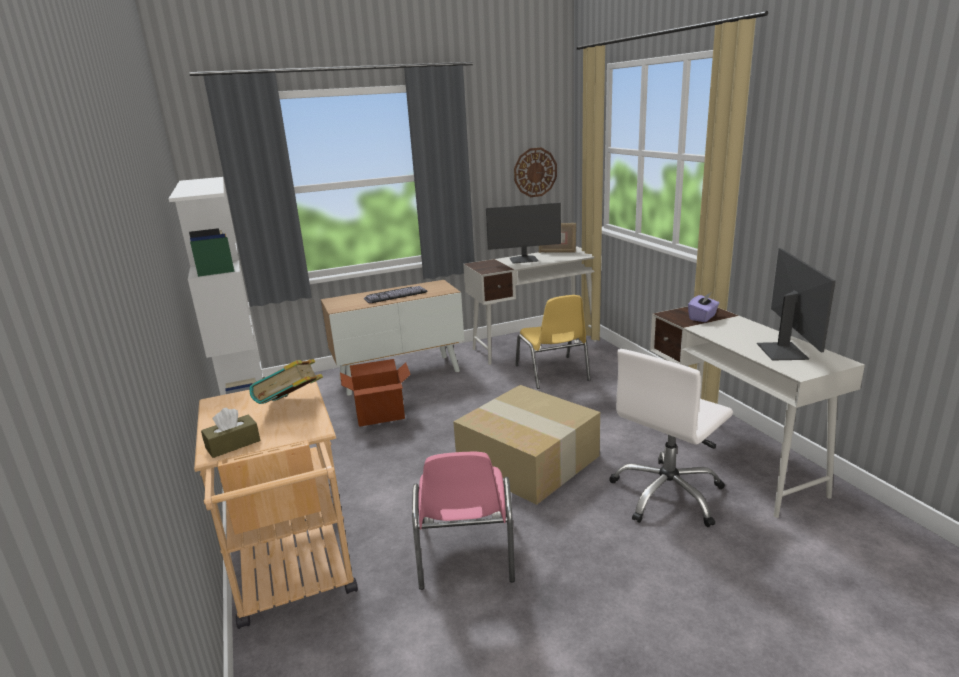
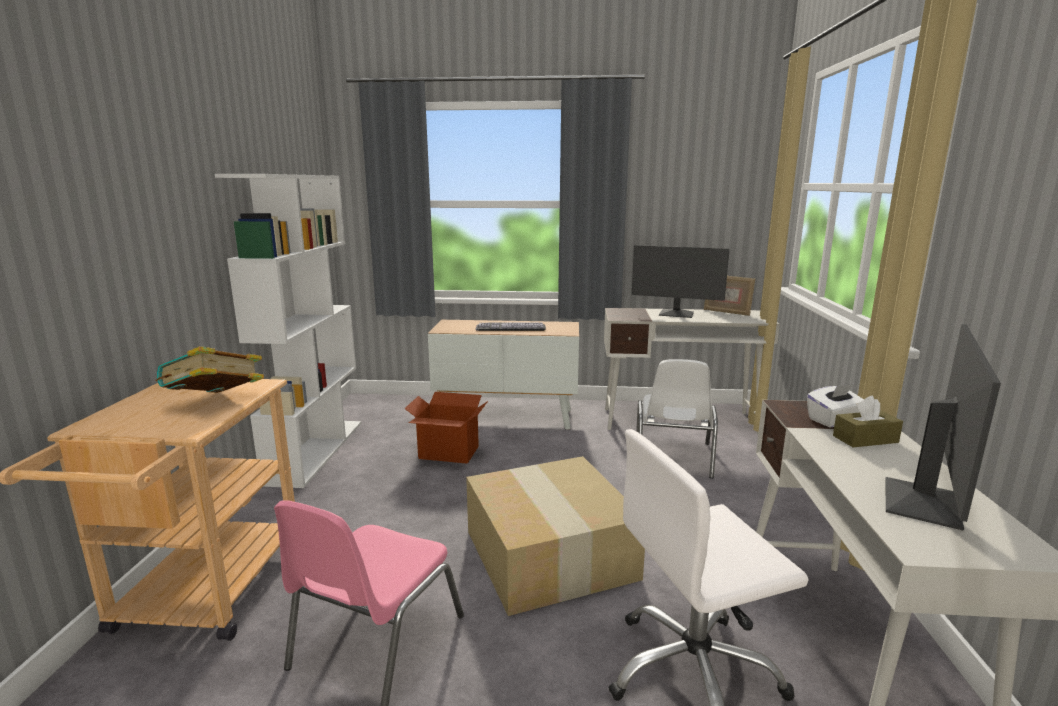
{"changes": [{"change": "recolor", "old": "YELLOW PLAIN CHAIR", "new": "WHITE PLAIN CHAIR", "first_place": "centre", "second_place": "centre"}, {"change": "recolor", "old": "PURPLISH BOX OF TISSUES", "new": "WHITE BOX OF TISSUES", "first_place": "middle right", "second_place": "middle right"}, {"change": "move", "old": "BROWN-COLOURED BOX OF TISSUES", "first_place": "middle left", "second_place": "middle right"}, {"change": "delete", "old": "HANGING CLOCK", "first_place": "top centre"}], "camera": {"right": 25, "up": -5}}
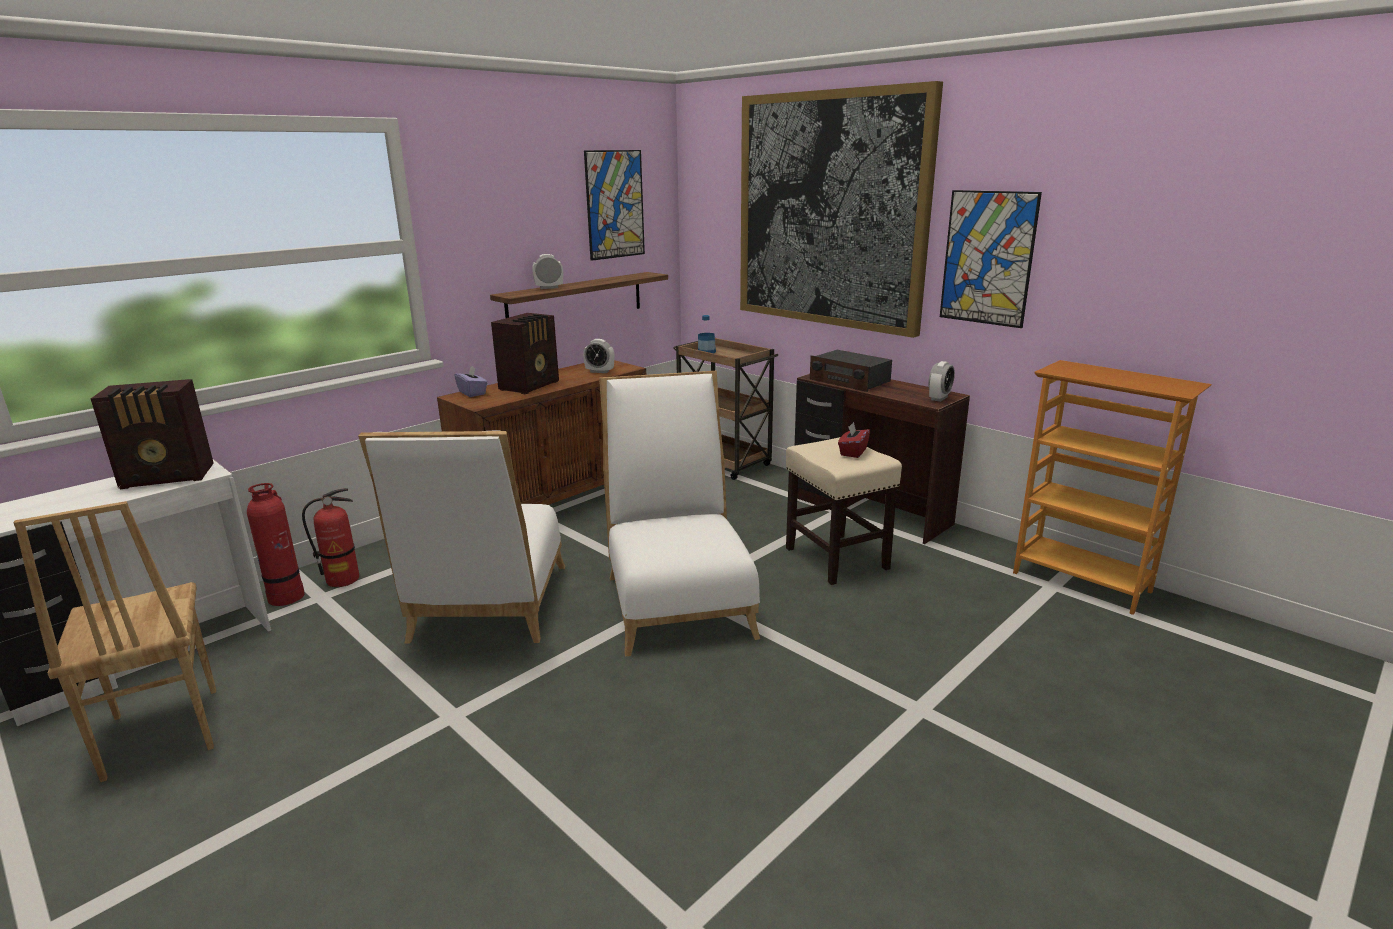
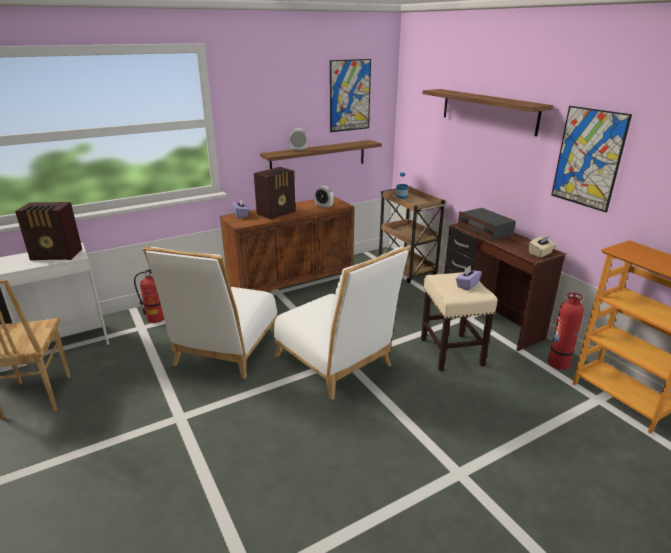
{"changes": [{"change": "rotate", "old": "WHITE PLAIN CHAIR (2nd from left)", "first_place": "centre", "second_place": "centre", "degrees": 135}, {"change": "replace", "old": "PICTURE (2nd from left)", "new": "SHELF (2nd from left)", "first_place": "top centre", "second_place": "top right"}, {"change": "recolor", "old": "RED-COLOURED BOX OF TISSUES", "new": "PURPLISH BOX OF TISSUES (2nd from left)", "first_place": "centre", "second_place": "middle right"}, {"change": "replace", "old": "BEDSIDE CLOCK (3rd from left)", "new": "BEIGE BOX OF TISSUES", "first_place": "middle right", "second_place": "middle right"}, {"change": "move", "old": "EXTINGUISHER (1st from left in the first image)", "new": "EXTINGUISHER (2nd from left)", "first_place": "middle left", "second_place": "middle right"}], "camera": {"right": 15, "up": 5}}
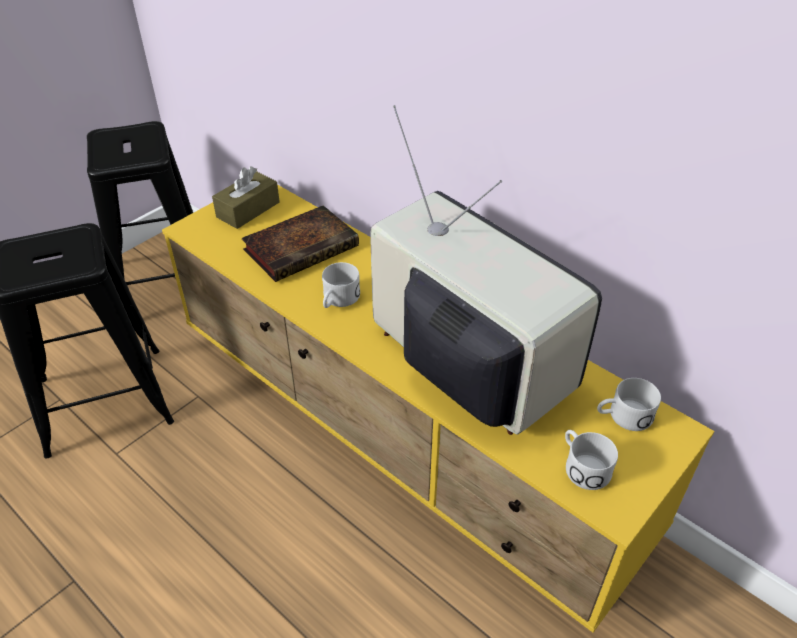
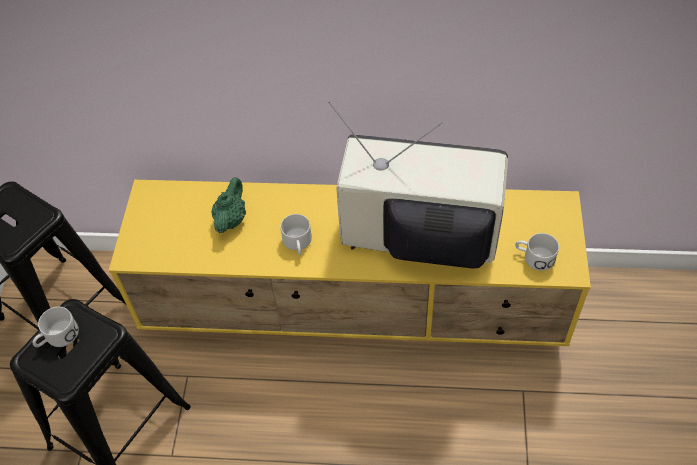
{"changes": [{"change": "move", "old": "WHITE COFFEE MUG (3rd from left in the first image)", "new": "WHITE COFFEE MUG (1st from left)", "first_place": "middle right", "second_place": "bottom left"}, {"change": "replace", "old": "BOUND BOOK", "new": "GREEN TEAPOT", "first_place": "centre", "second_place": "middle left"}, {"change": "delete", "old": "BROWN-COLOURED BOX OF TISSUES", "first_place": "top left"}], "camera": {"right": -35, "up": 10}}
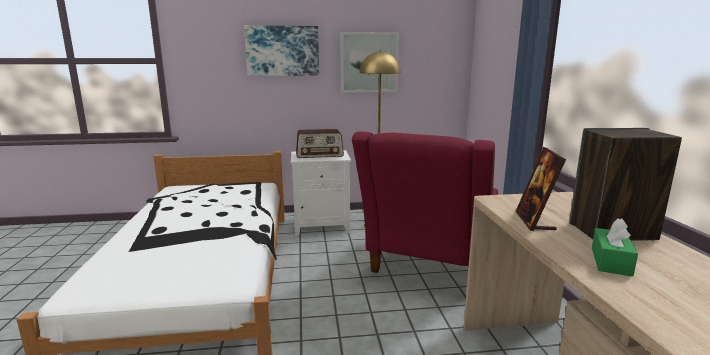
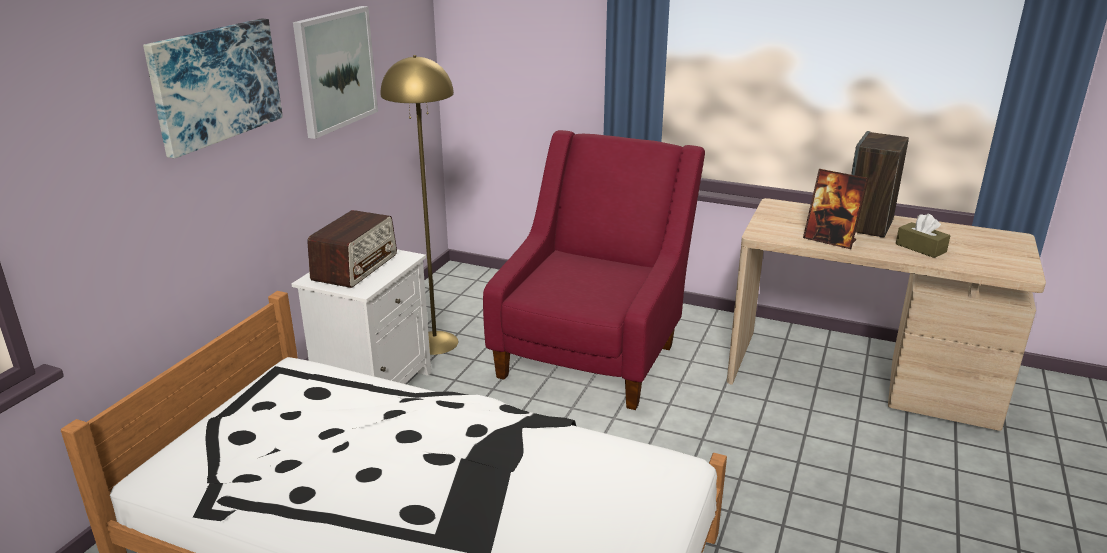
{"changes": [{"change": "rotate", "old": "RED-COLOURED EASY CHAIR", "first_place": "centre", "second_place": "centre", "degrees": -120}, {"change": "recolor", "old": "GREEN BOX OF TISSUES", "new": "BROWN-COLOURED BOX OF TISSUES", "first_place": "bottom right", "second_place": "middle right"}], "camera": {"right": -60, "up": 10}}
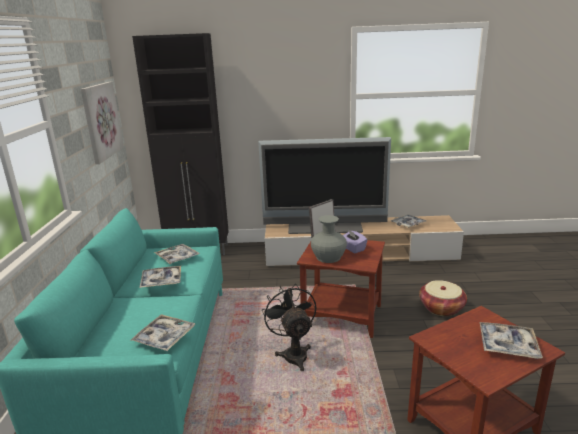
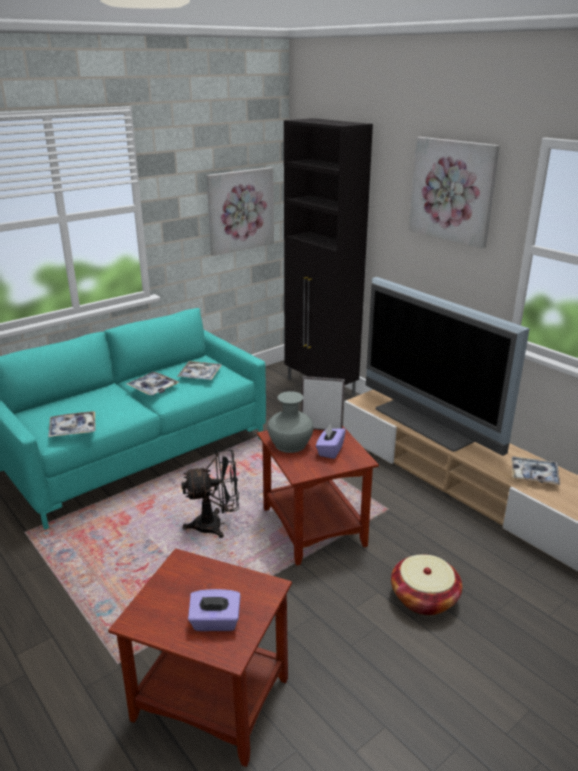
{"changes": [{"change": "rotate", "old": "BLACKISH COOLING FAN", "first_place": "bottom centre", "second_place": "centre", "degrees": 45}, {"change": "replace", "old": "SERVING TRAY (5th from left)", "new": "PURPLISH BOX OF TISSUES (1st from left)", "first_place": "bottom right", "second_place": "bottom centre"}, {"change": "insert", "new": "PICTURE (2nd from left)", "second_place": "top right"}], "camera": {"right": 50, "up": 5}}
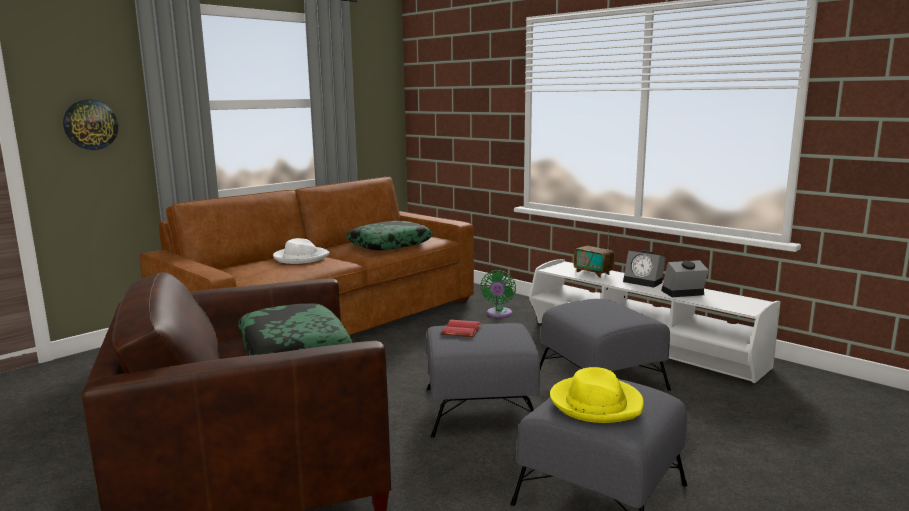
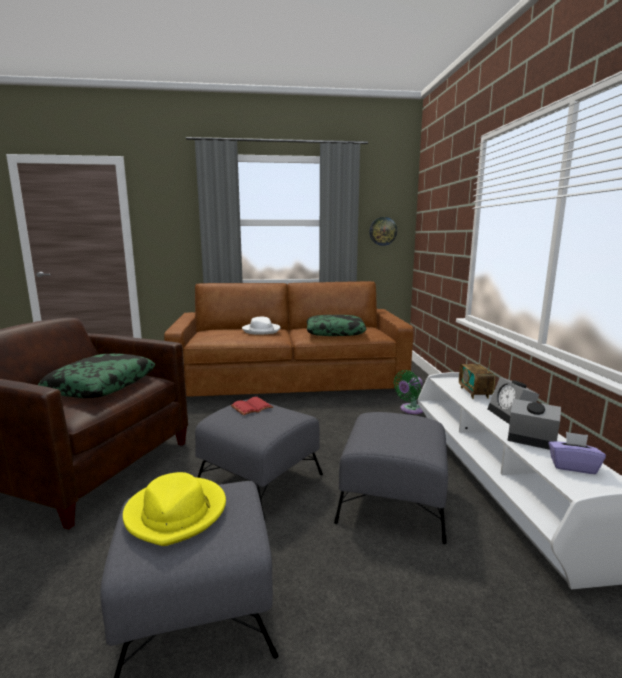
{"changes": [{"change": "move", "old": "HANGING CLOCK", "first_place": "top left", "second_place": "centre"}, {"change": "insert", "new": "PURPLISH BOX OF TISSUES", "second_place": "bottom right"}], "camera": {"right": 40, "up": 0}}
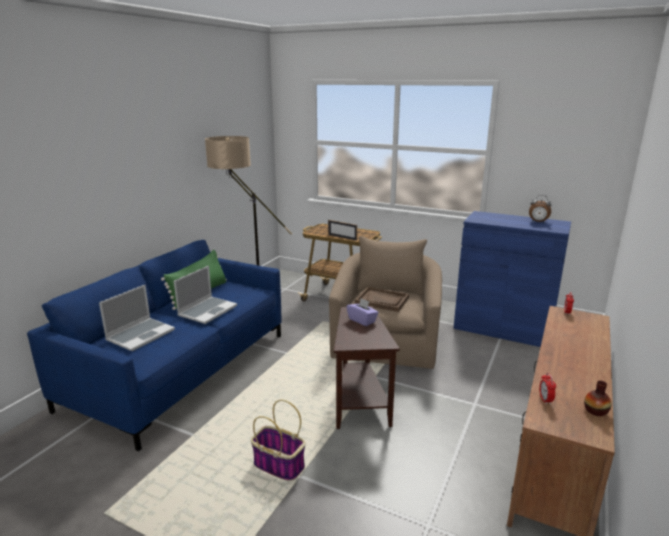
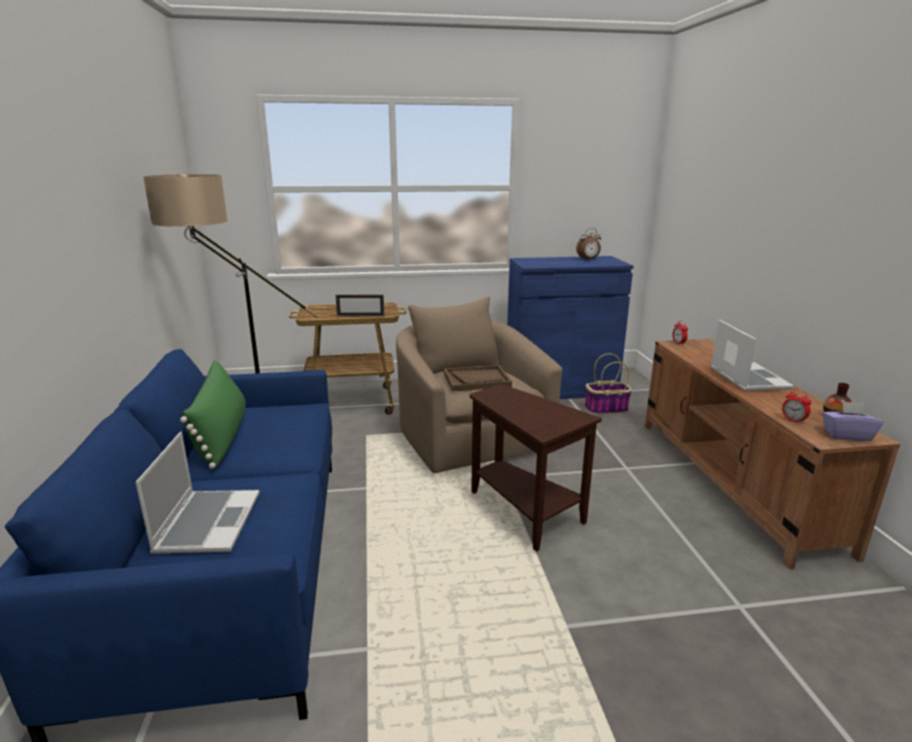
{"changes": [{"change": "move", "old": "HOUSEHOLD BASKET", "first_place": "bottom centre", "second_place": "middle right"}, {"change": "move", "old": "PORTABLE COMPUTER (2nd from left)", "first_place": "middle left", "second_place": "middle right"}, {"change": "move", "old": "PURPLISH BOX OF TISSUES", "first_place": "centre", "second_place": "middle right"}], "camera": {"right": -35, "up": 0}}
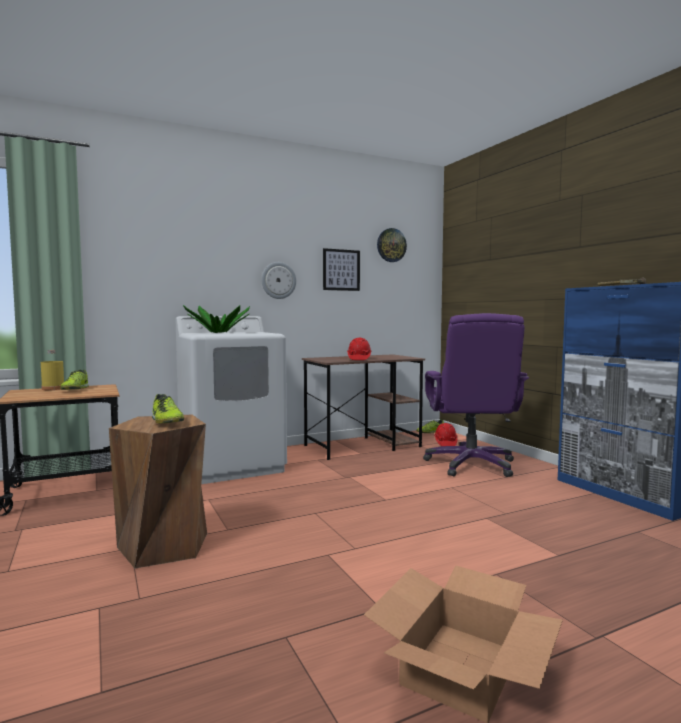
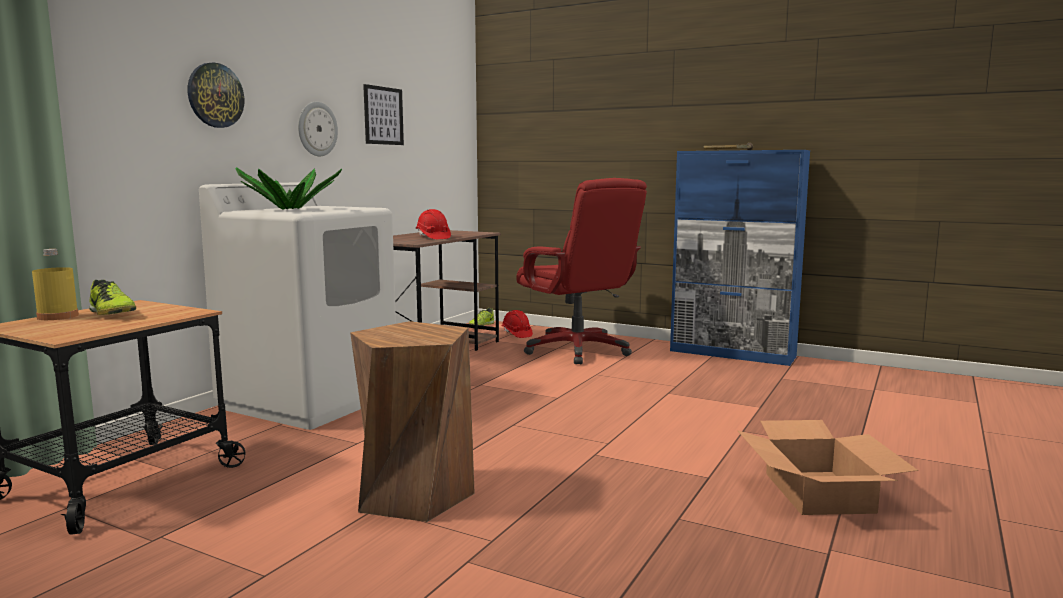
{"changes": [{"change": "move", "old": "HANGING CLOCK (2nd from left in the first image)", "new": "HANGING CLOCK (1st from left)", "first_place": "centre", "second_place": "top left"}, {"change": "recolor", "old": "PURPLISH DESK CHAIR", "new": "RED-COLOURED DESK CHAIR", "first_place": "middle right", "second_place": "centre"}, {"change": "delete", "old": "LOW SHOE (2nd from left)", "first_place": "middle left"}], "camera": {"right": -35, "up": 5}}
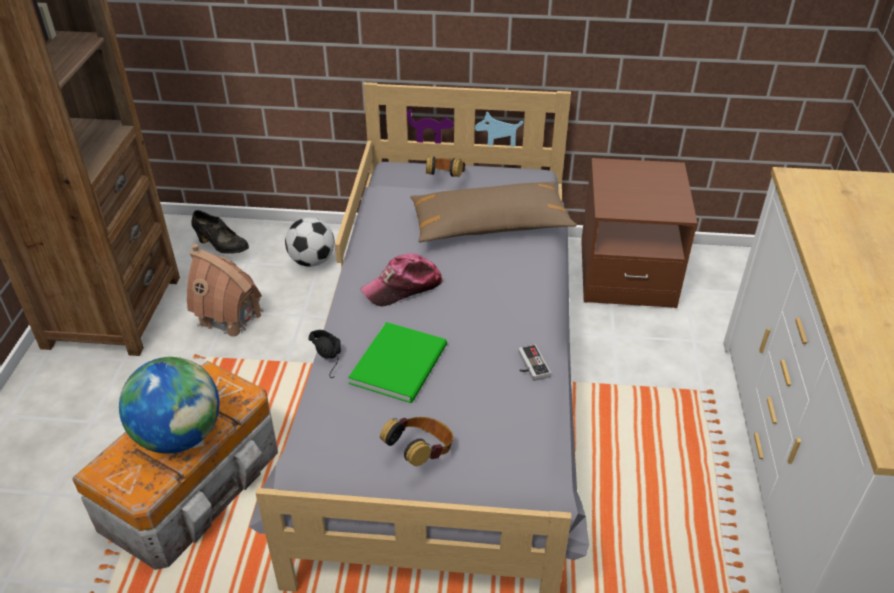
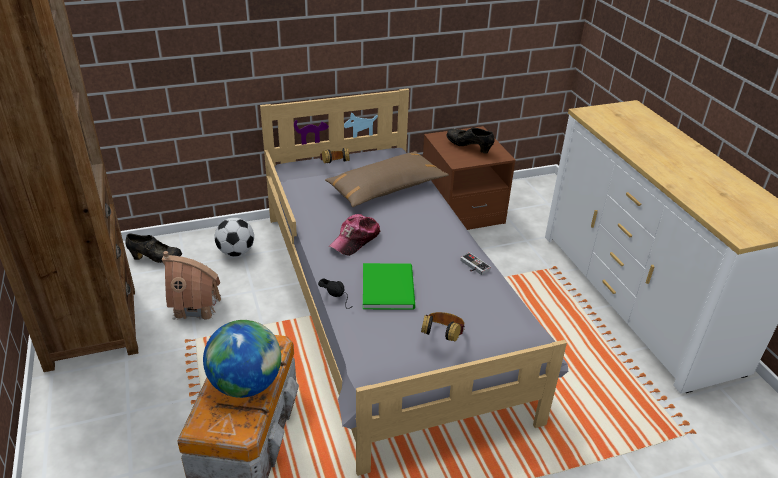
{"changes": [{"change": "insert", "new": "BLACKISH LOW SHOE (2nd from left)", "second_place": "top centre"}], "camera": {"right": -25, "up": -5}}
